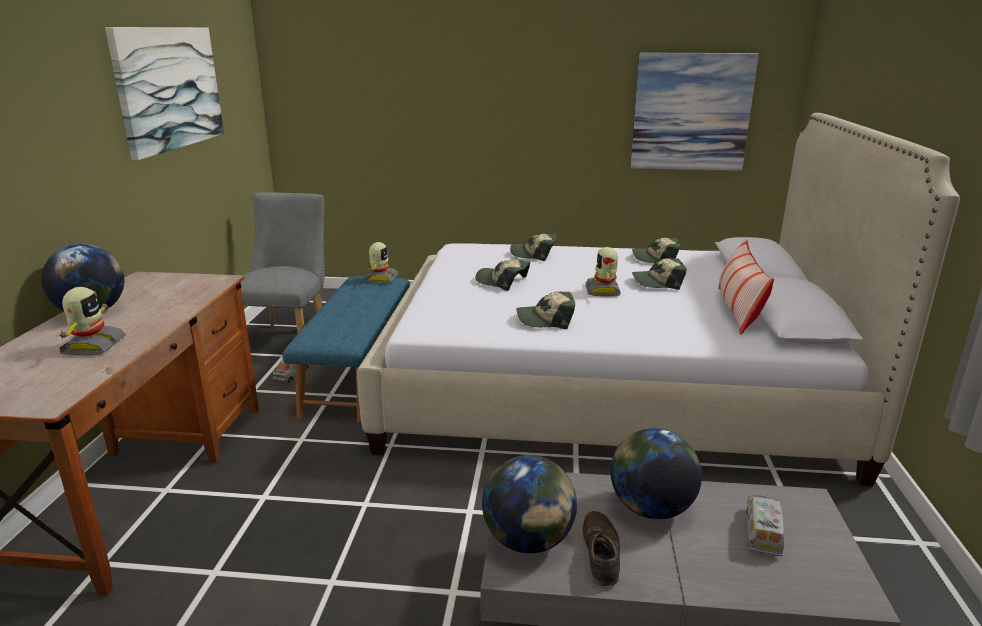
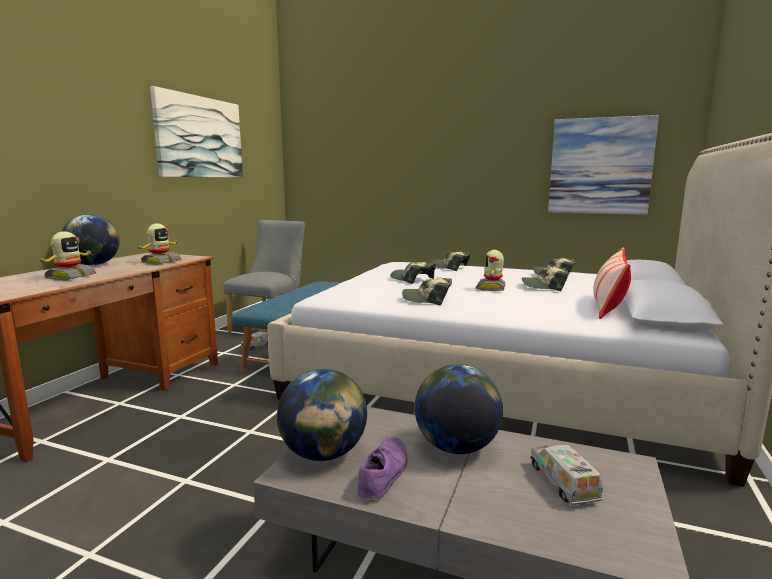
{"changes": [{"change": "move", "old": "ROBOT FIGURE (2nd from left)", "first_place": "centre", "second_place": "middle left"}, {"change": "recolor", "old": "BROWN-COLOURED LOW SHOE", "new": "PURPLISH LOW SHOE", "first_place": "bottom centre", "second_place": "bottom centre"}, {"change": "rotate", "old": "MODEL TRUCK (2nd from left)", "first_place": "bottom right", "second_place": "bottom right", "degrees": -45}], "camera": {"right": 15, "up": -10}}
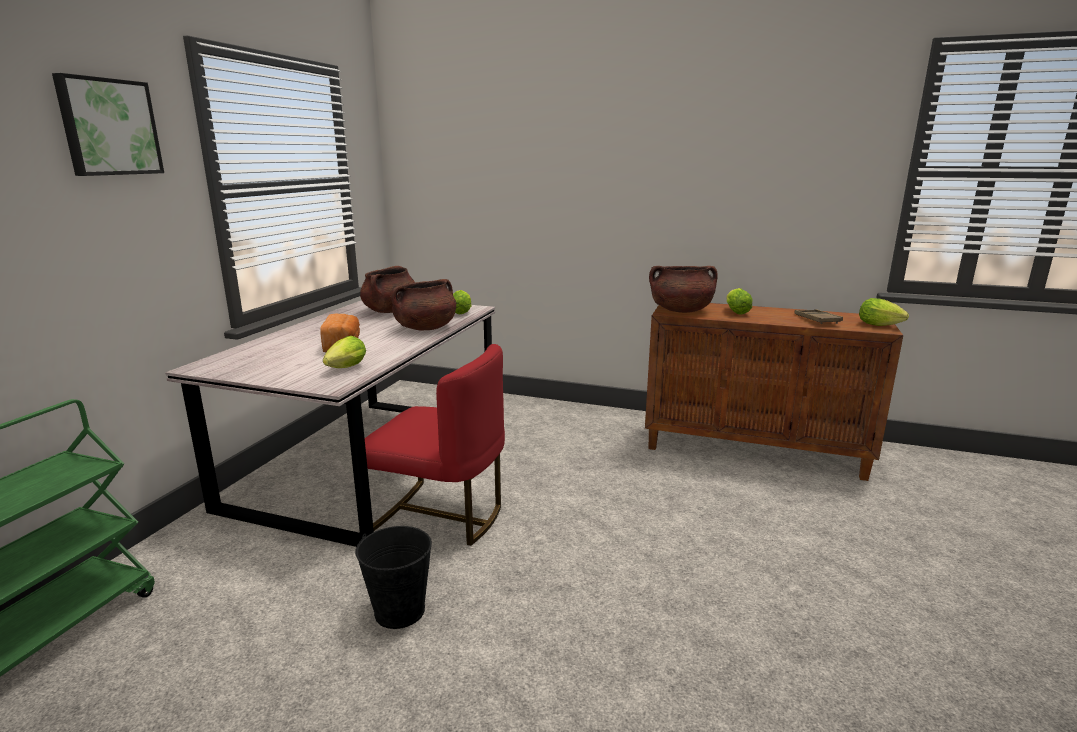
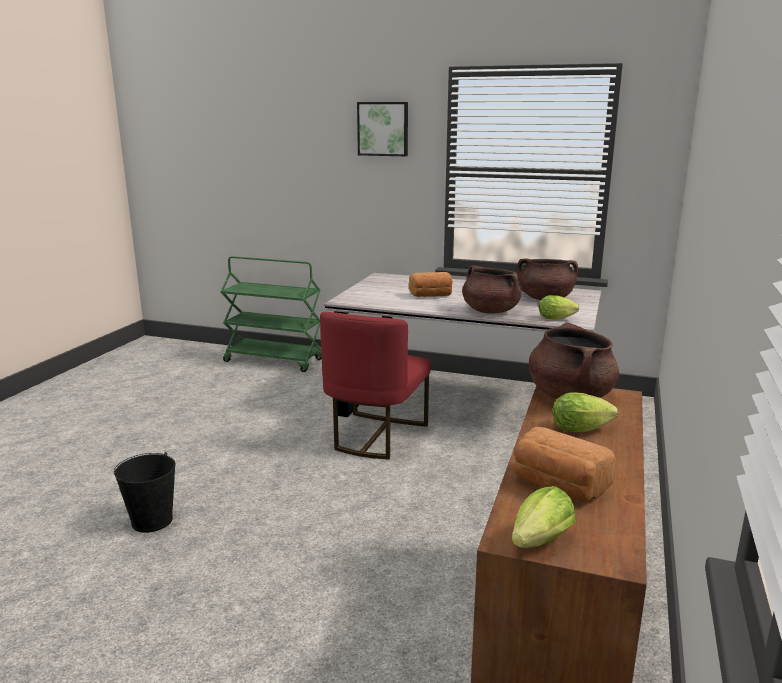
{"changes": [{"change": "move", "old": "BLACKISH WATER BUCKET", "first_place": "bottom centre", "second_place": "bottom left"}, {"change": "replace", "old": "BROWN-COLOURED SERVING TRAY", "new": "BAKERY BREAD (2nd from left)", "first_place": "middle right", "second_place": "bottom right"}, {"change": "delete", "old": "HEAD OF LETTUCE (1st from left)", "first_place": "middle left"}], "camera": {"right": 90, "up": 0}}
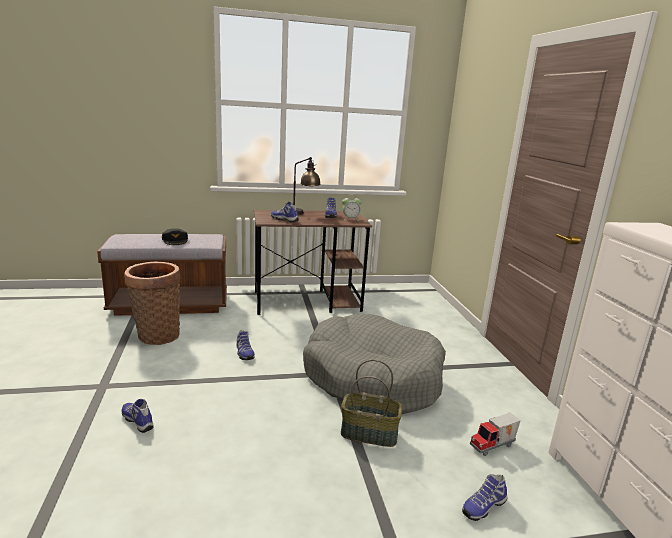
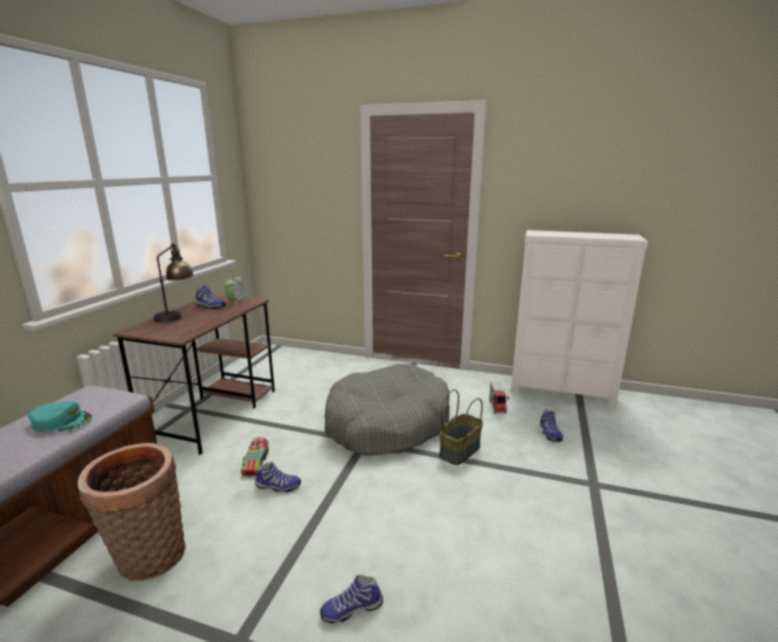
{"changes": [{"change": "recolor", "old": "BLACKISH PEAKED CAP", "new": "TURQUOISE PEAKED CAP", "first_place": "middle left", "second_place": "middle left"}, {"change": "insert", "new": "MODEL TRUCK (1st from left)", "second_place": "bottom left"}, {"change": "delete", "old": "LOW SHOE (3rd from left)", "first_place": "centre"}], "camera": {"right": -60, "up": 0}}
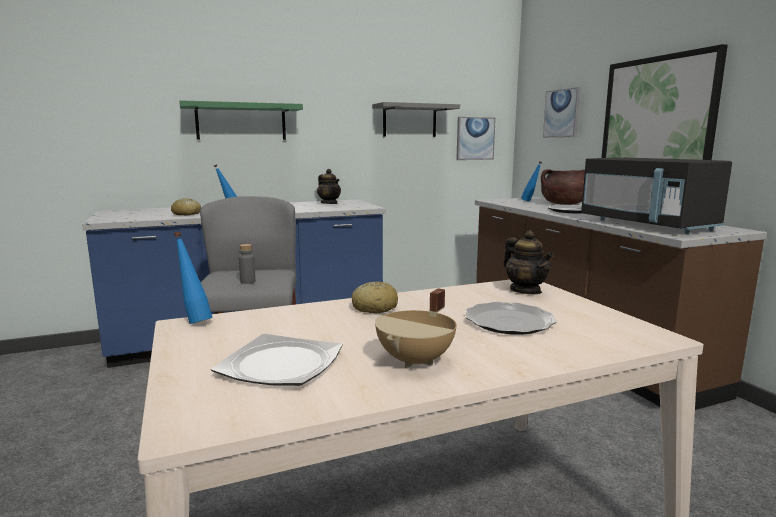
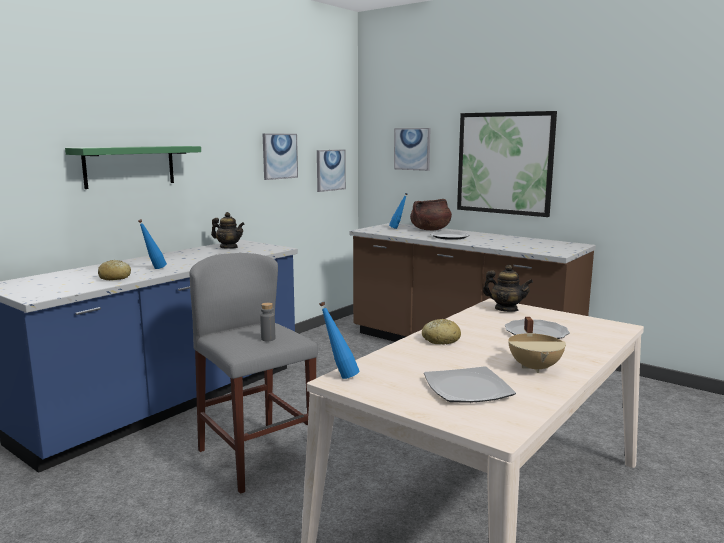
{"changes": [{"change": "replace", "old": "GREYISH SHELF", "new": "PICTURE (1st from left)", "first_place": "top centre", "second_place": "top centre"}, {"change": "delete", "old": "BLACKISH MICROWAVE", "first_place": "middle right"}], "camera": {"right": -30, "up": 0}}
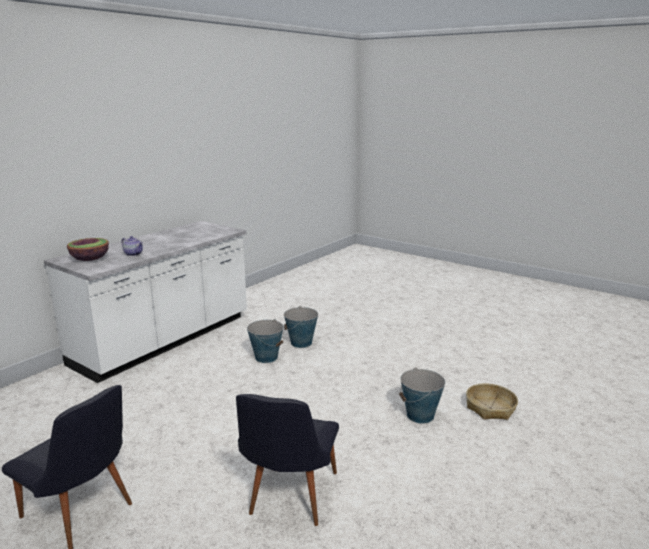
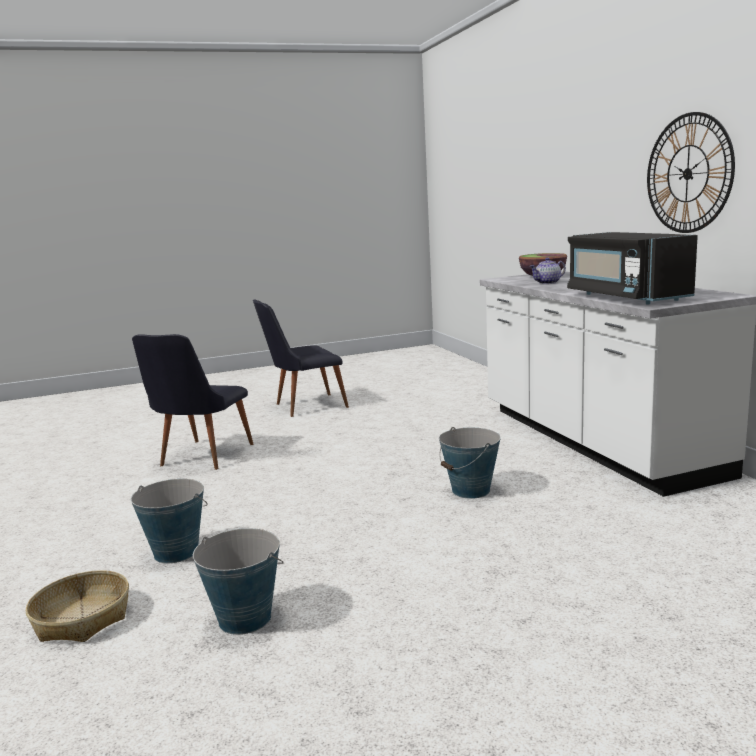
{"changes": [{"change": "rotate", "old": "BLACKISH PLAIN CHAIR (2nd from left in the first image)", "first_place": "bottom centre", "second_place": "middle left", "degrees": -120}, {"change": "move", "old": "WATER BUCKET (2nd from left)", "first_place": "centre", "second_place": "bottom left"}, {"change": "insert", "new": "BLACKISH MICROWAVE", "second_place": "middle right"}, {"change": "insert", "new": "HANGING CLOCK", "second_place": "top right"}], "camera": {"right": 125, "up": -5}}
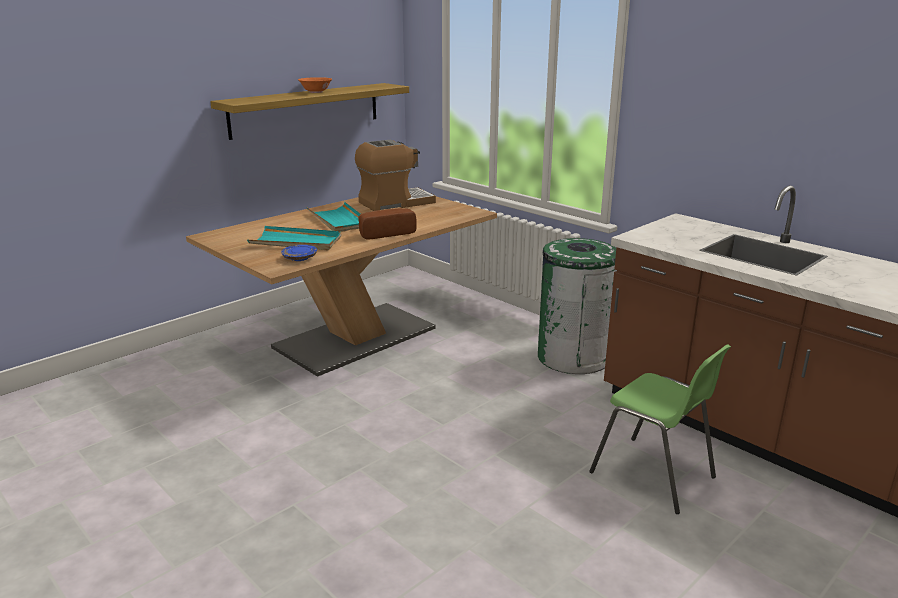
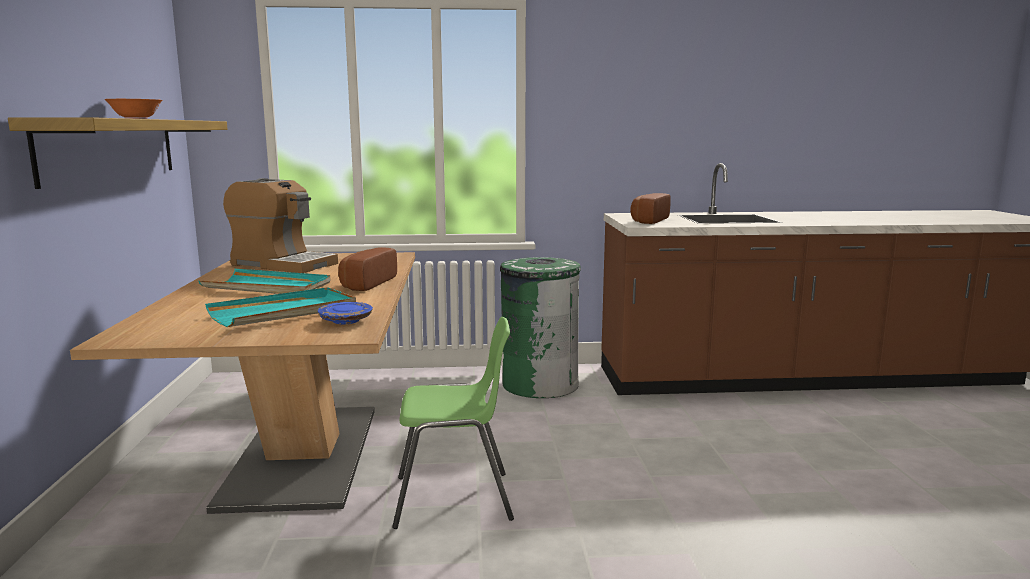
{"changes": [{"change": "rotate", "old": "COFFEE BREWER", "first_place": "top centre", "second_place": "middle left", "degrees": 105}, {"change": "move", "old": "GREEN PLAIN CHAIR", "first_place": "bottom right", "second_place": "bottom centre"}, {"change": "insert", "new": "BAKERY BREAD (2nd from left)", "second_place": "centre"}], "camera": {"right": -50, "up": -10}}
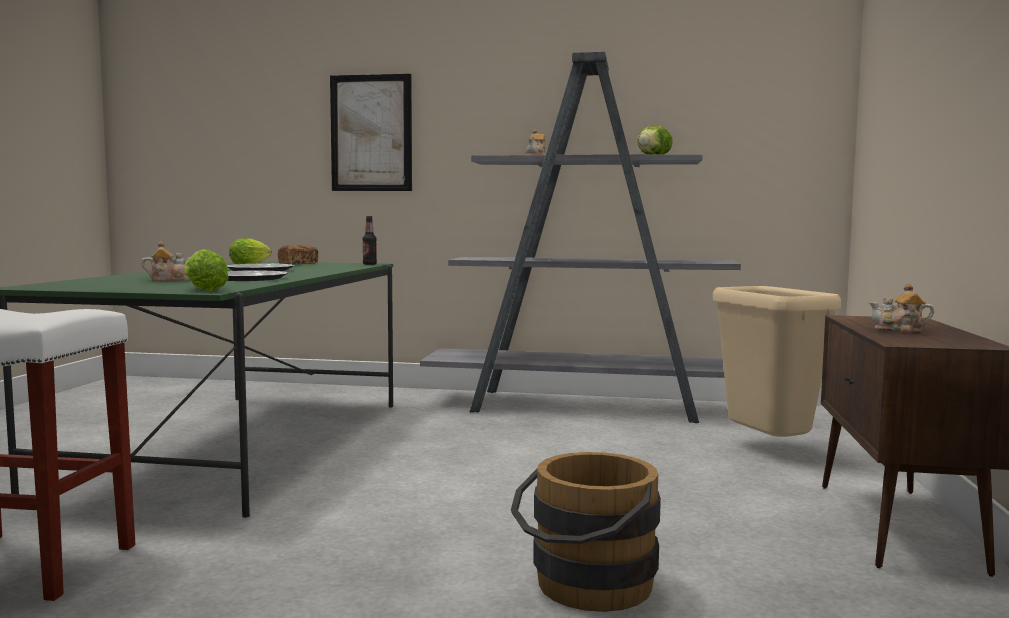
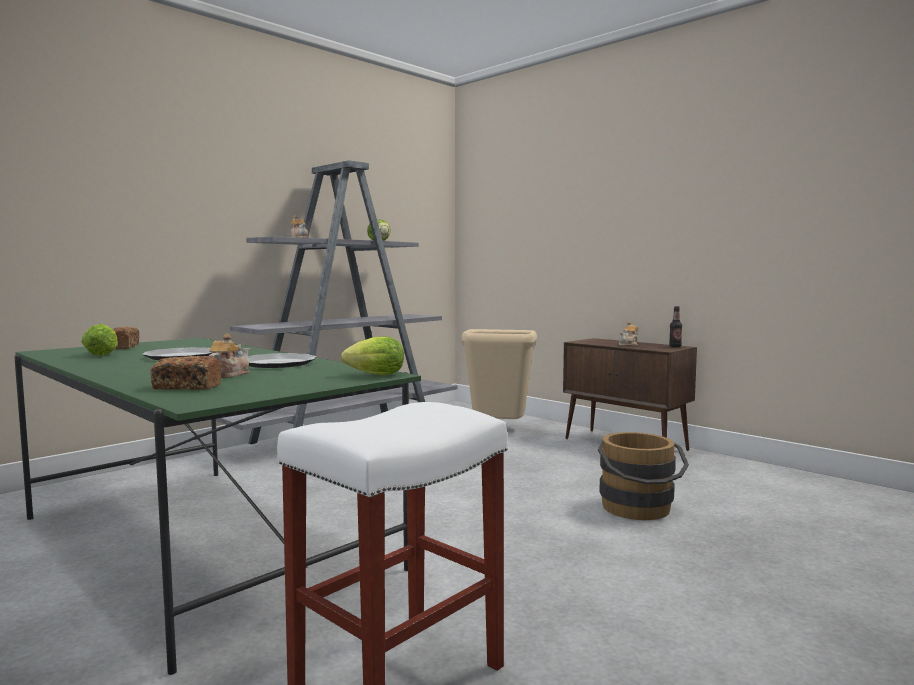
{"changes": [{"change": "insert", "new": "BAKERY BREAD (2nd from left)", "second_place": "middle left"}, {"change": "move", "old": "BEVERAGE BOTTLE", "first_place": "centre", "second_place": "middle right"}, {"change": "delete", "old": "PICTURE", "first_place": "top centre"}], "camera": {"right": -55, "up": 0}}
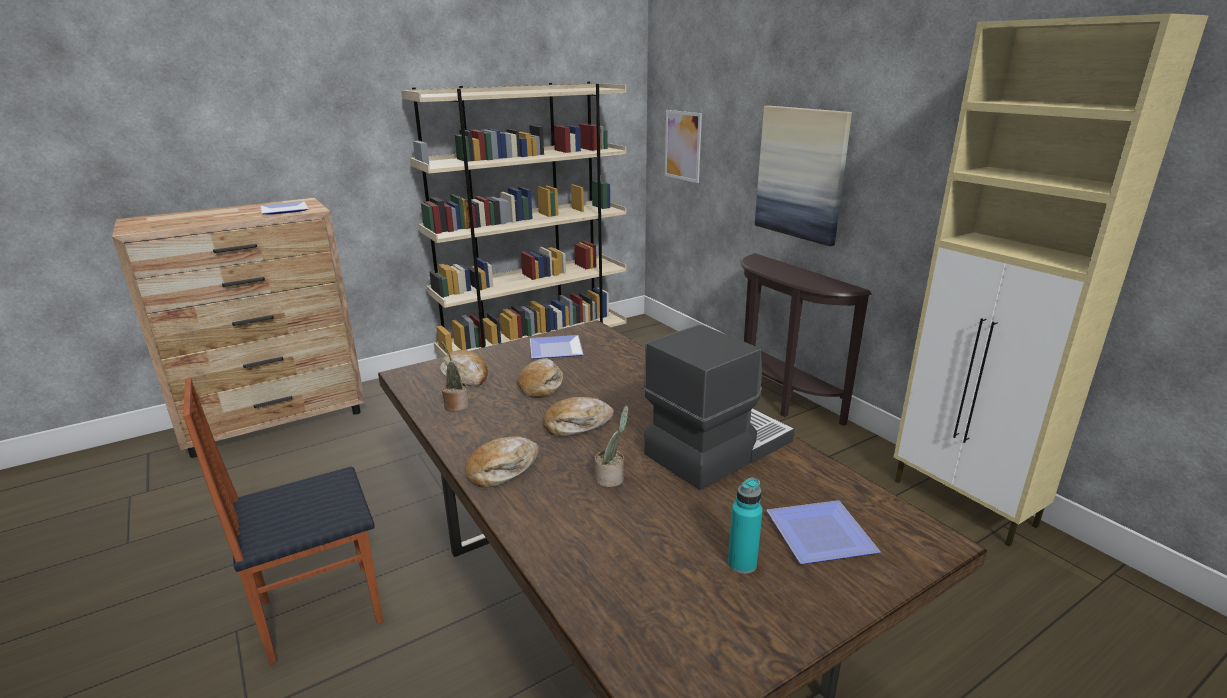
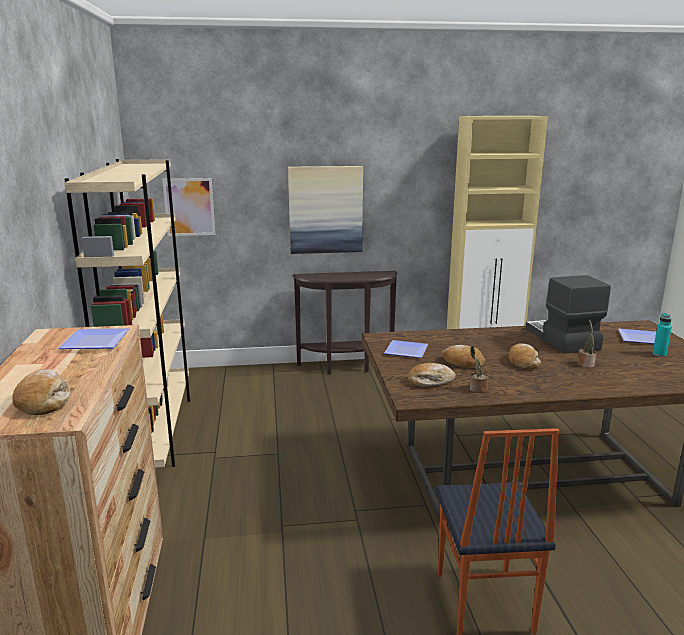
{"changes": [{"change": "move", "old": "BAKERY BREAD (2nd from left in the first image)", "new": "BAKERY BREAD (1st from left)", "first_place": "centre", "second_place": "middle left"}], "camera": {"right": -65, "up": -5}}
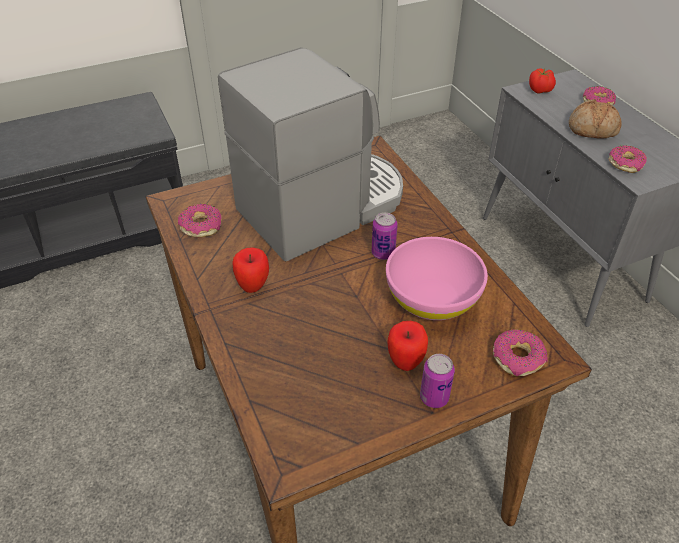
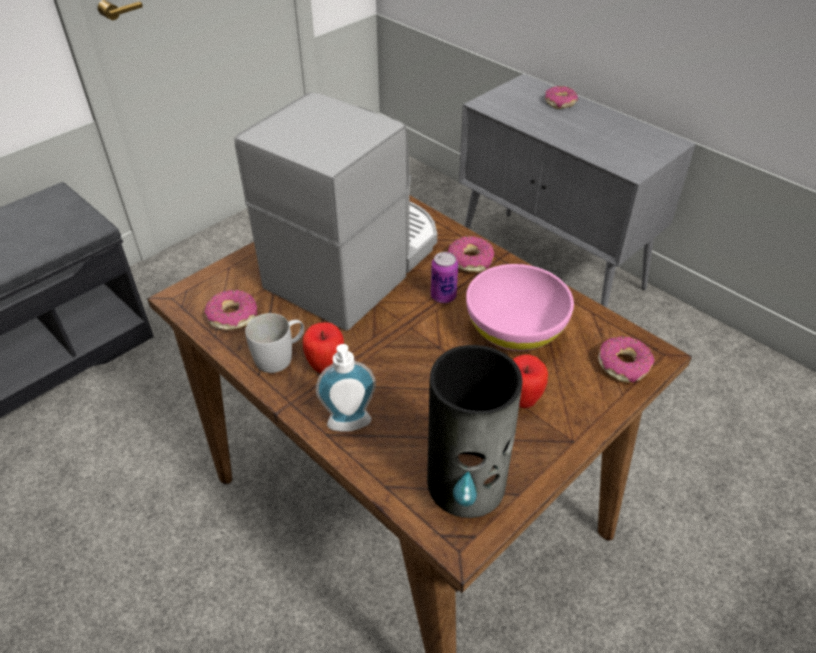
{"changes": [{"change": "insert", "new": "WHITE COFFEE MUG", "second_place": "centre"}, {"change": "insert", "new": "SOAP BOTTLE", "second_place": "centre"}, {"change": "insert", "new": "FLOWER VASE", "second_place": "centre"}, {"change": "move", "old": "RING DOUGHNUT (4th from left in the first image)", "new": "RING DOUGHNUT (2nd from left)", "first_place": "top right", "second_place": "centre"}, {"change": "delete", "old": "CAN (2nd from left)", "first_place": "bottom centre"}, {"change": "delete", "old": "FRESH TOMATO", "first_place": "top right"}, {"change": "delete", "old": "BAKERY BREAD", "first_place": "top right"}], "camera": {"right": -20, "up": 0}}
